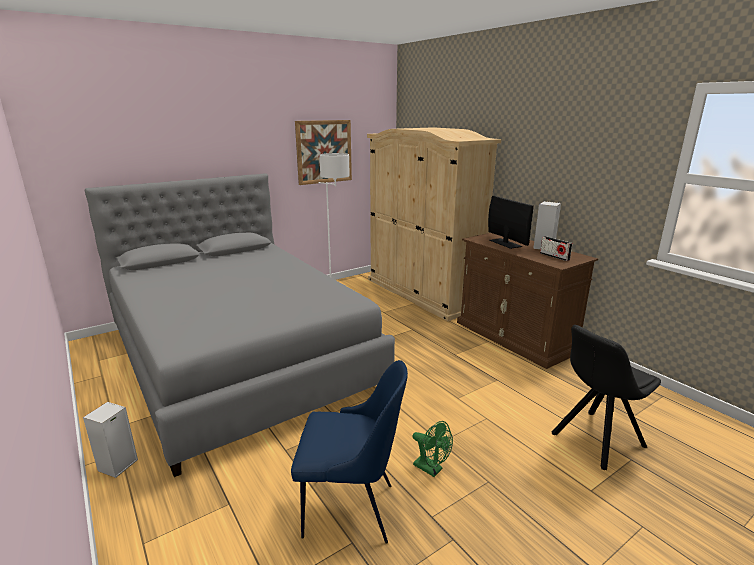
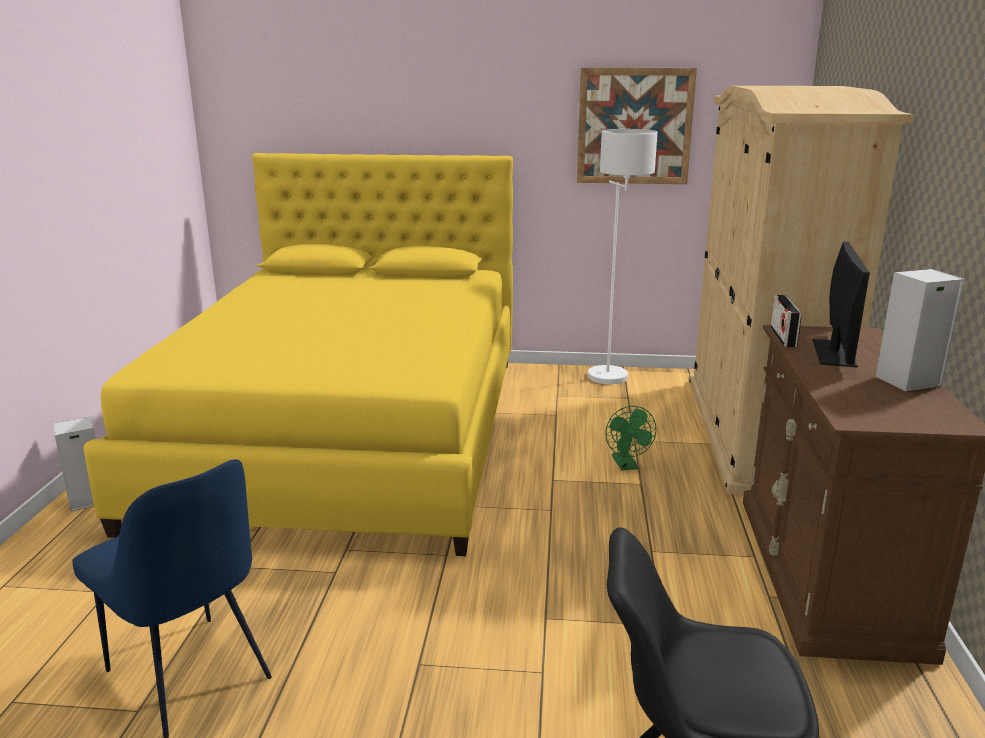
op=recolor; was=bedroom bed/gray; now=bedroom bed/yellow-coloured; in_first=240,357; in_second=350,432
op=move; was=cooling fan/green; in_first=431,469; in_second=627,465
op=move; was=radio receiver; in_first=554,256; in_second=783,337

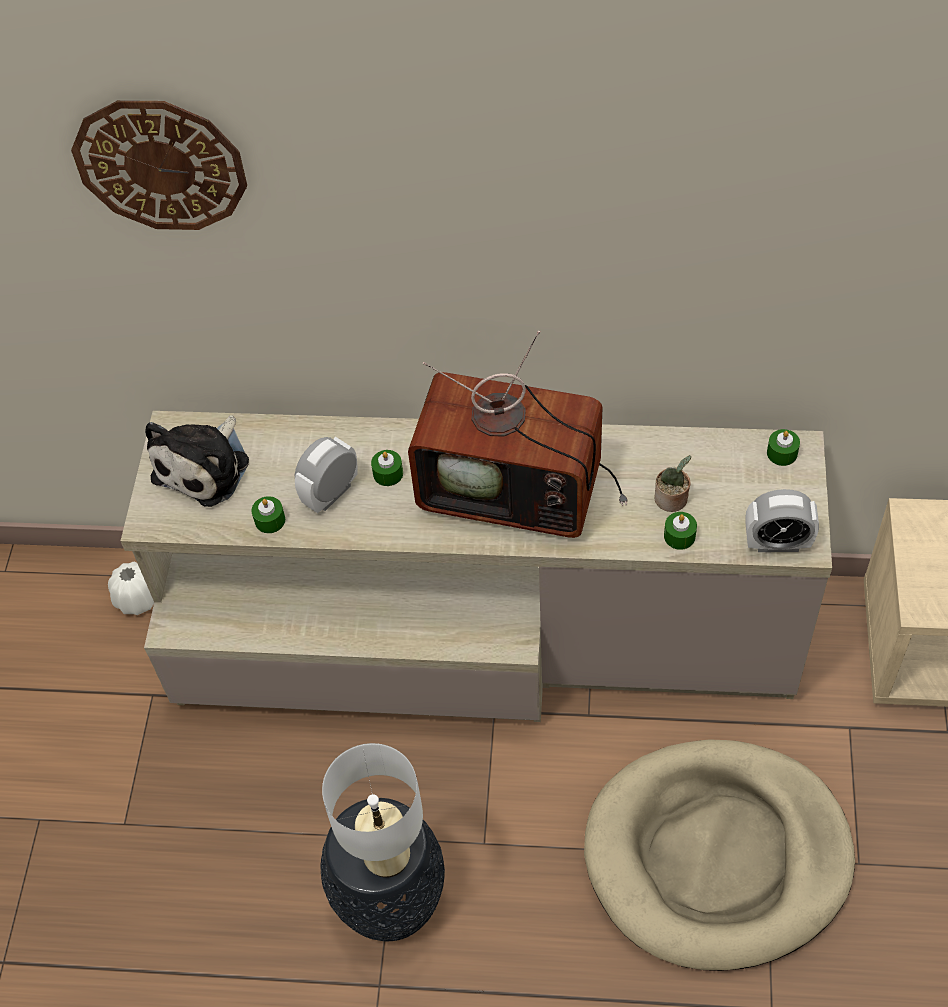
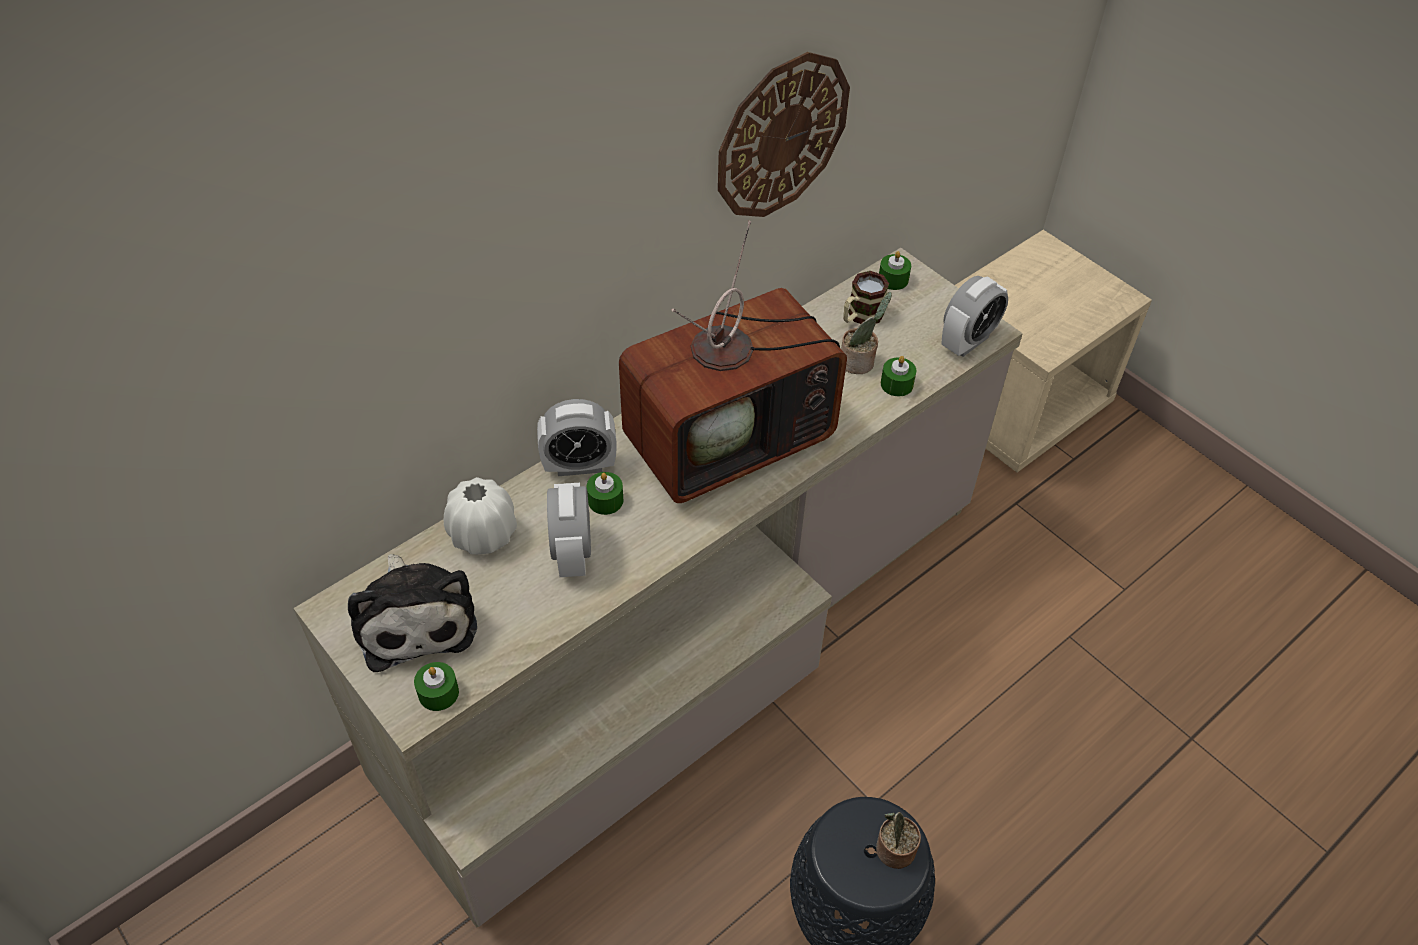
op=move; was=candle/green; in_first=270,520; in_second=438,693
op=move; was=decorative vase/whitish; in_first=138,599; in_second=483,534
op=insert; now=table clock; in_second=579,465
op=move; was=wall clock; in_first=160,165; in_second=781,136
op=insert; now=mug; in_second=860,317
op=replace; was=lamp for a table/whitish; now=plant in a pot; in_first=388,856; in_second=893,851
op=delete; was=dog bed/beige; in_first=717,856

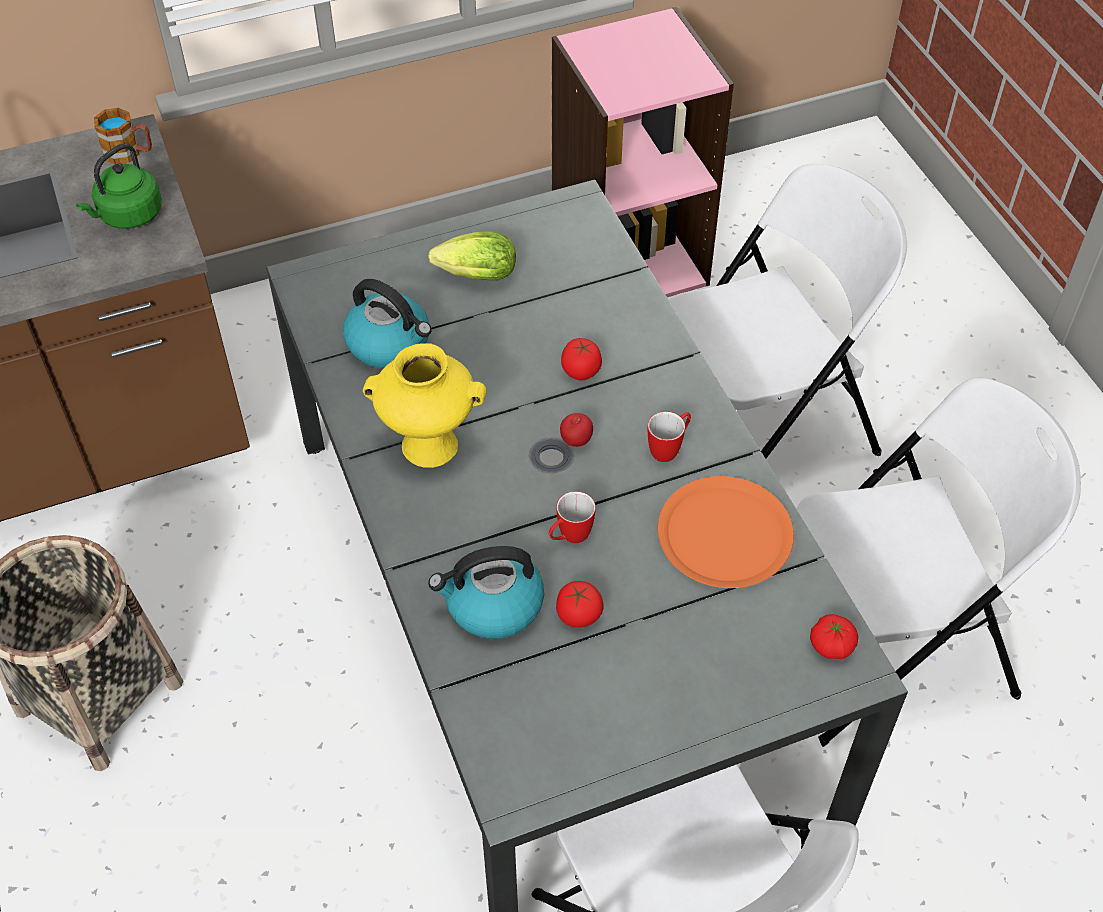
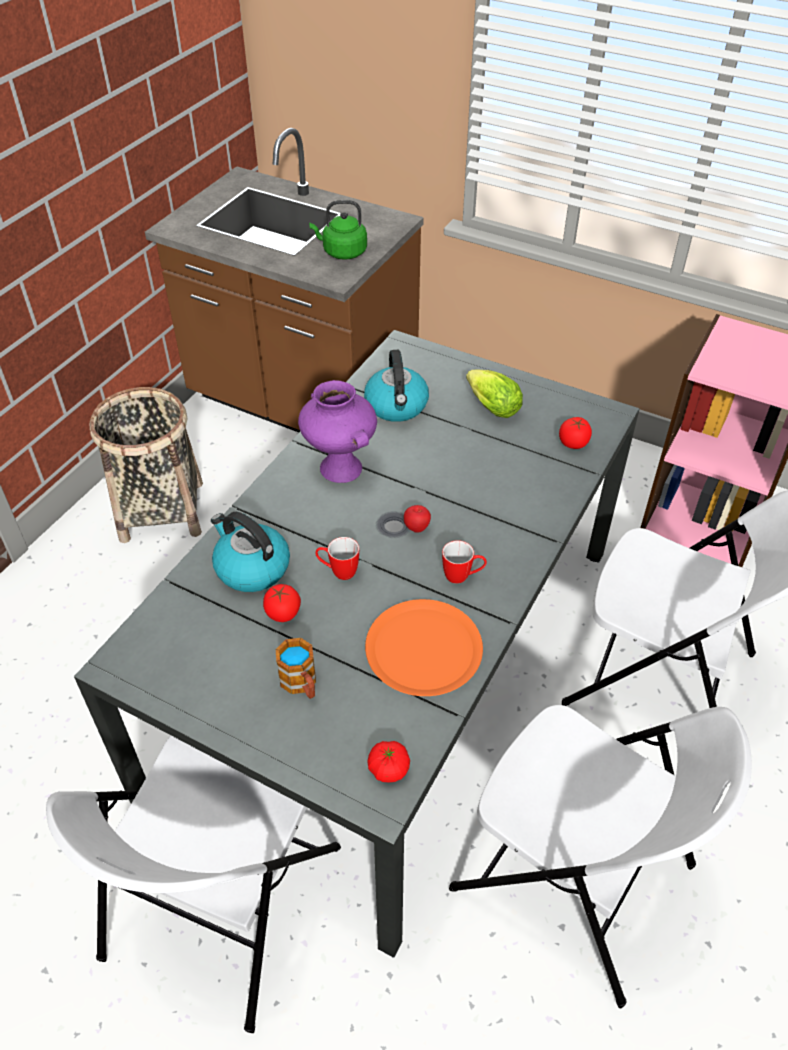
op=move; was=mug; in_first=129,153; in_second=301,684
op=recolor; was=decorative vase/yellow-coloured; now=decorative vase/purplish; in_first=428,447; in_second=339,468
op=move; was=whole tomato; in_first=581,370; in_second=573,443

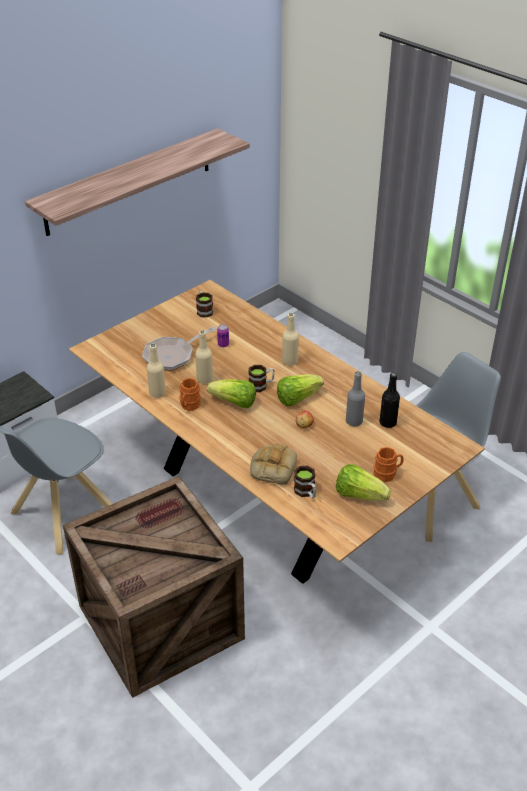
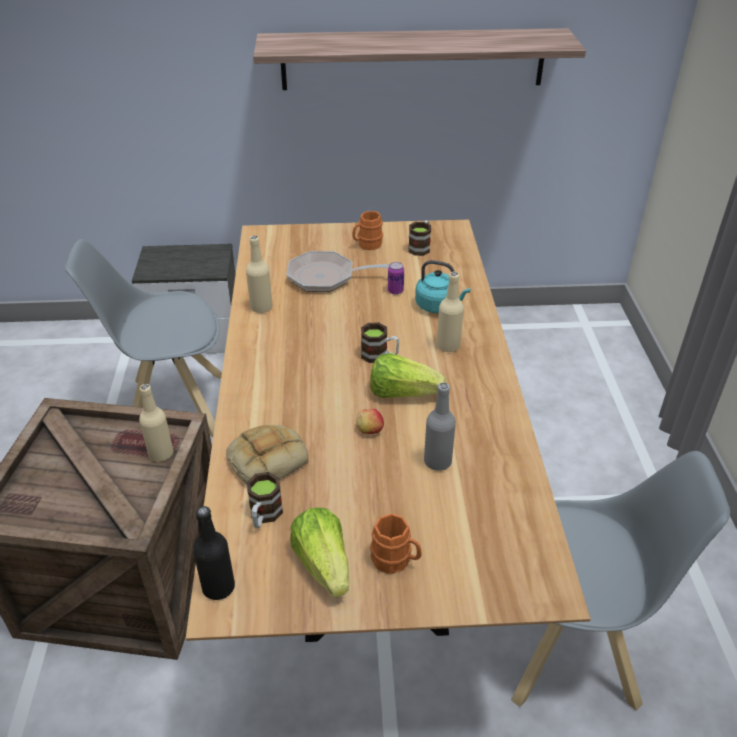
op=move; was=beverage bottle/beige; in_first=205,379; in_second=161,454
op=move; was=beverage bottle/black-coloured; in_first=388,423; in_second=218,587
op=move; was=mug/orange; in_first=189,406; in_second=367,245
op=insert; now=water kettle/turquoise-coloured; in_second=438,306
op=delete; was=lettuce head; in_first=234,403

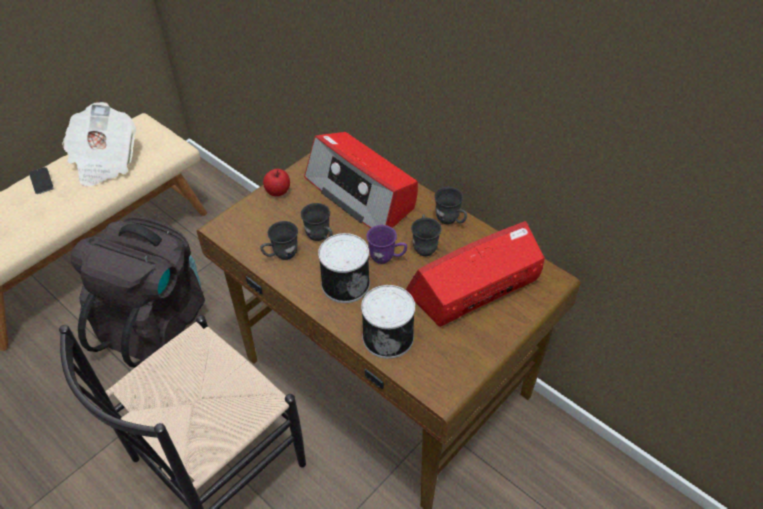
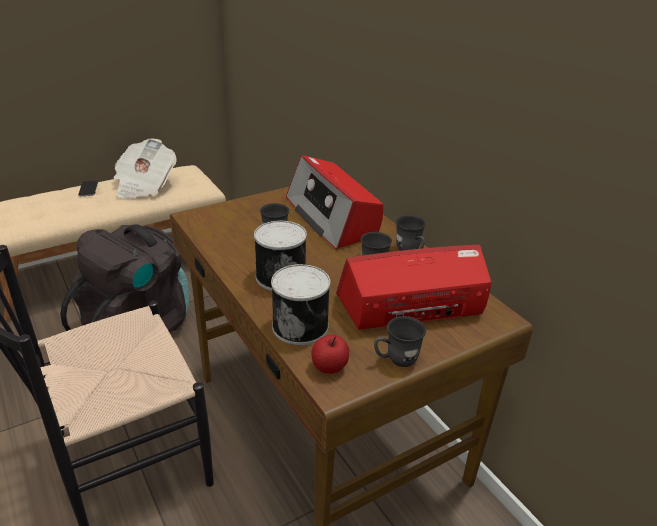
op=move; was=apple fruit; in_first=278,191; in_second=330,367
op=move; was=mug/gray; in_first=281,255; in_second=396,360
op=delete; was=mug/purplish; in_first=387,258

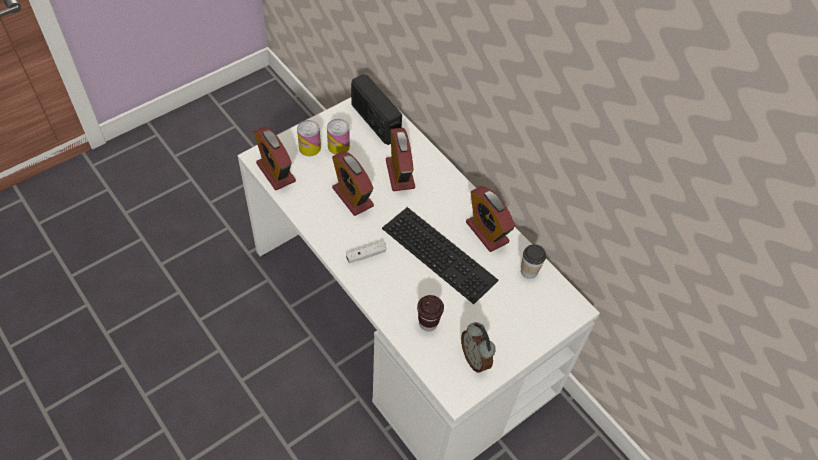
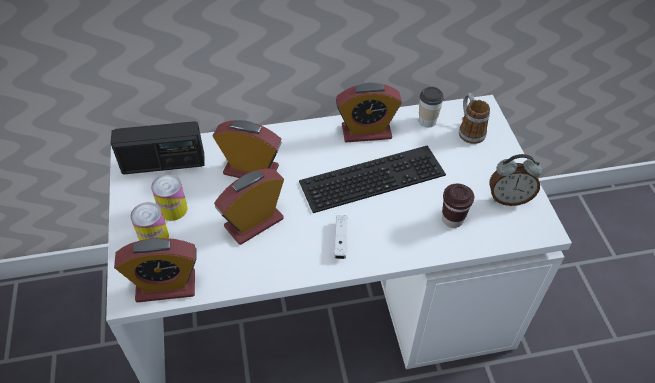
op=rotate; was=table clock; in_first=353,197; in_second=254,223; clockwise=150
op=insert; now=mug; in_second=469,130

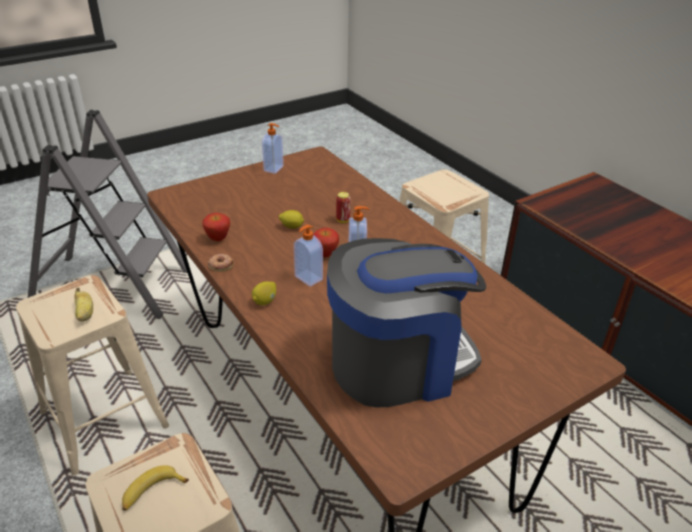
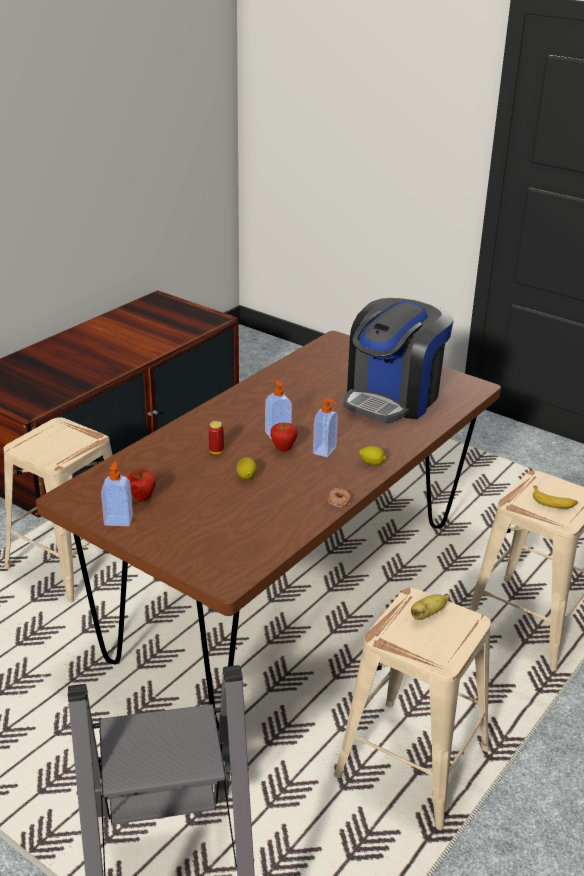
op=move; was=apple fruit; in_first=218,239; in_second=142,498
op=rotate; was=coffee brewer; in_first=399,363; in_second=393,398; clockwise=-105

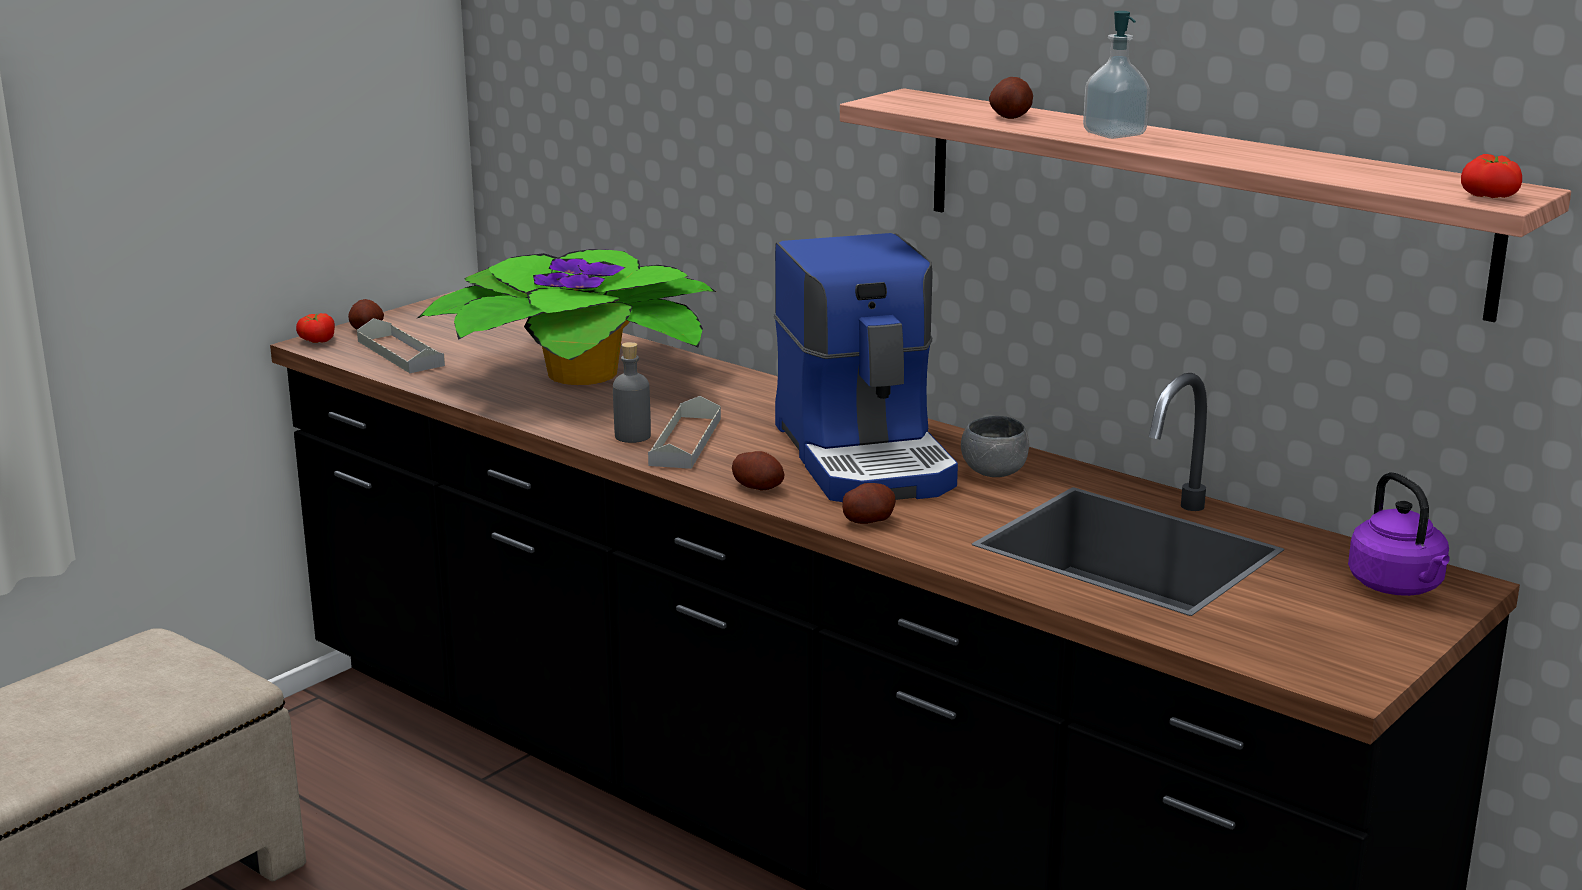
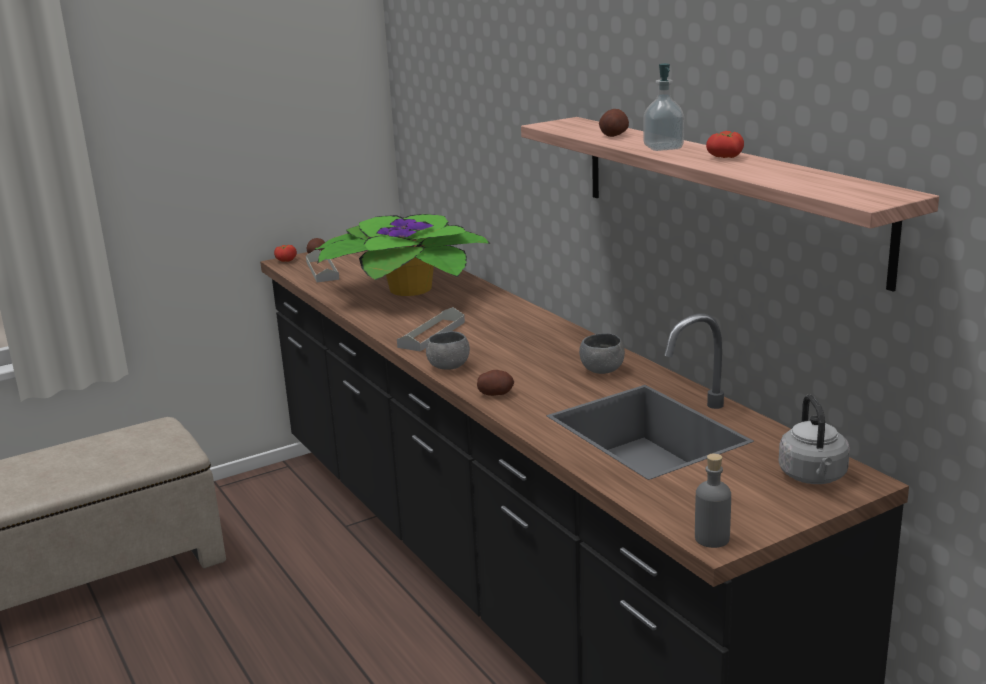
op=replace; was=spud; now=bowl/gray; in_first=758,487; in_second=448,366
op=move; was=beverage bottle/gray; in_first=632,436; in_second=712,538
op=move; was=whole tomato; in_first=1490,197; in_second=726,157
op=recolor; was=water kettle/purplish; now=water kettle/gray; in_first=1398,587; in_second=813,477
op=delete; was=coffee brewer; in_first=867,457

